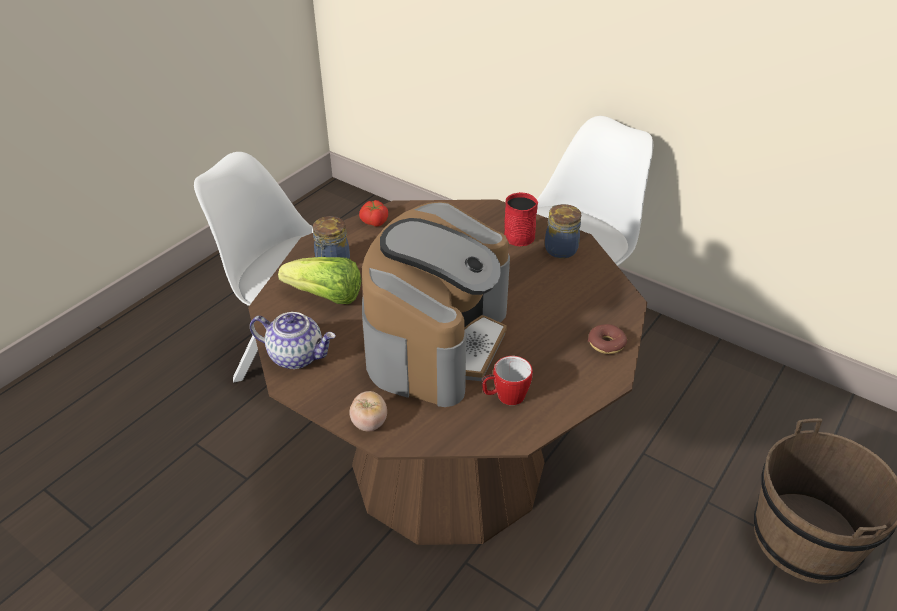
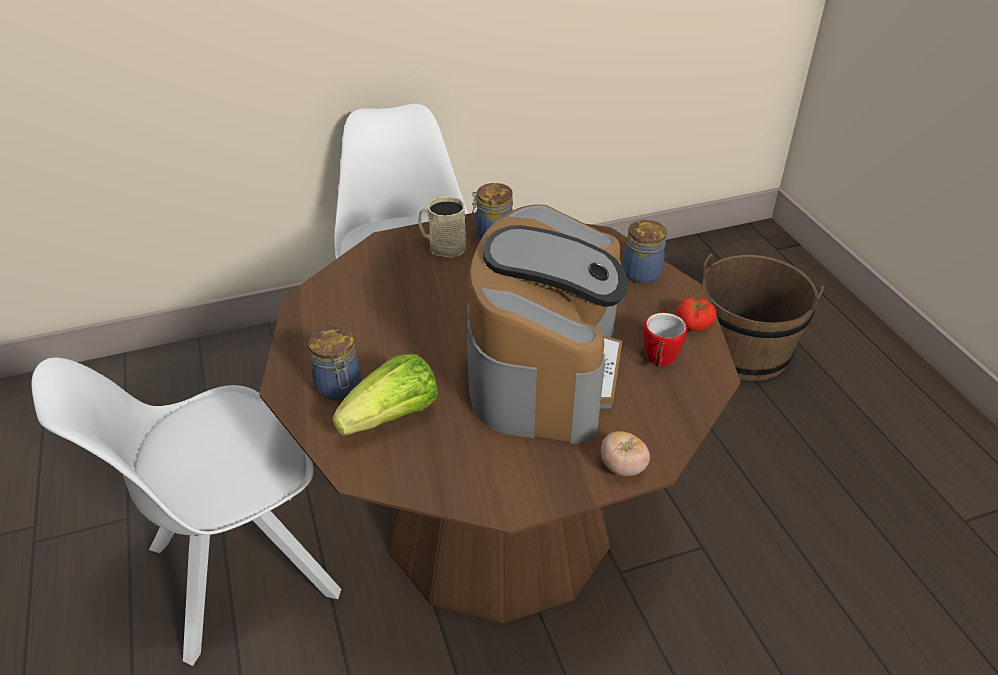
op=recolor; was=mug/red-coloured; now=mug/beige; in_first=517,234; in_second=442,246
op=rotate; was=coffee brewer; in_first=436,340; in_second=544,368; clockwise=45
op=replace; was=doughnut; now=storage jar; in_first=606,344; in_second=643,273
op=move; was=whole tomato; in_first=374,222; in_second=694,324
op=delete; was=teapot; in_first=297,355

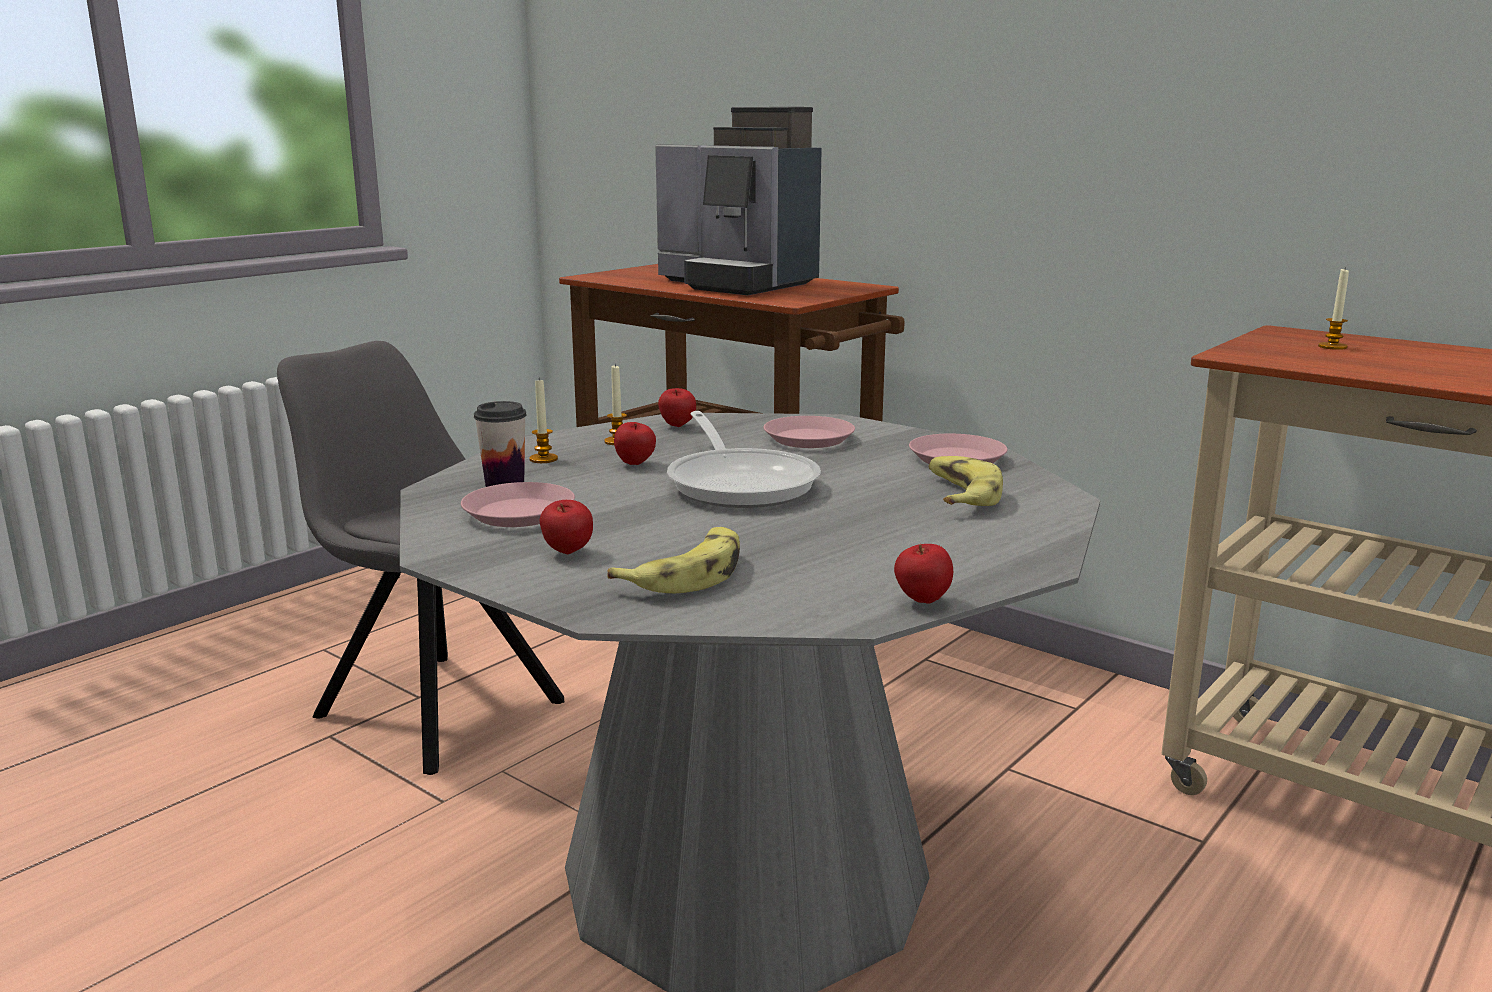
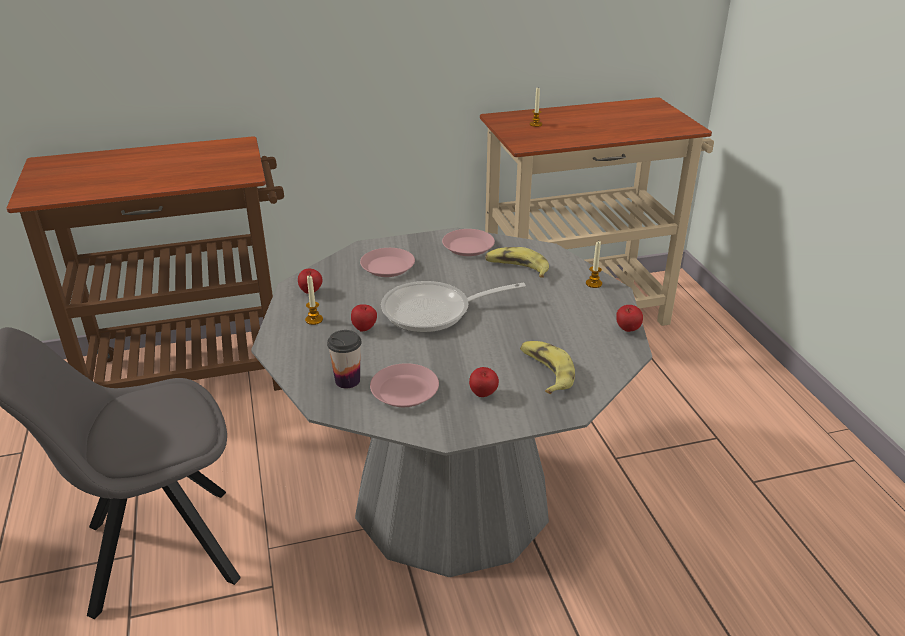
op=rotate; was=skillet; in_first=740,483; in_second=434,312; clockwise=150
op=move; was=candle; in_first=543,459; in_second=593,283
op=delete; was=coffee brewer; in_first=737,284

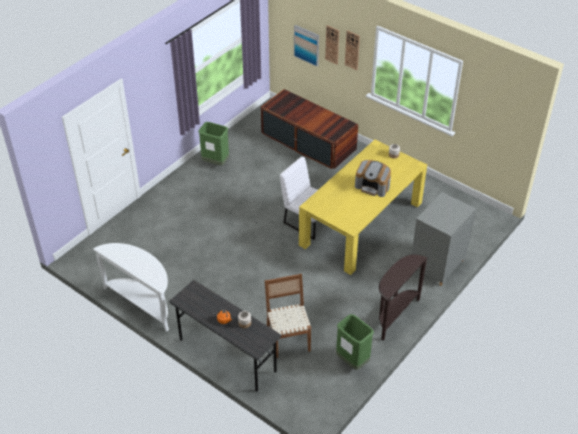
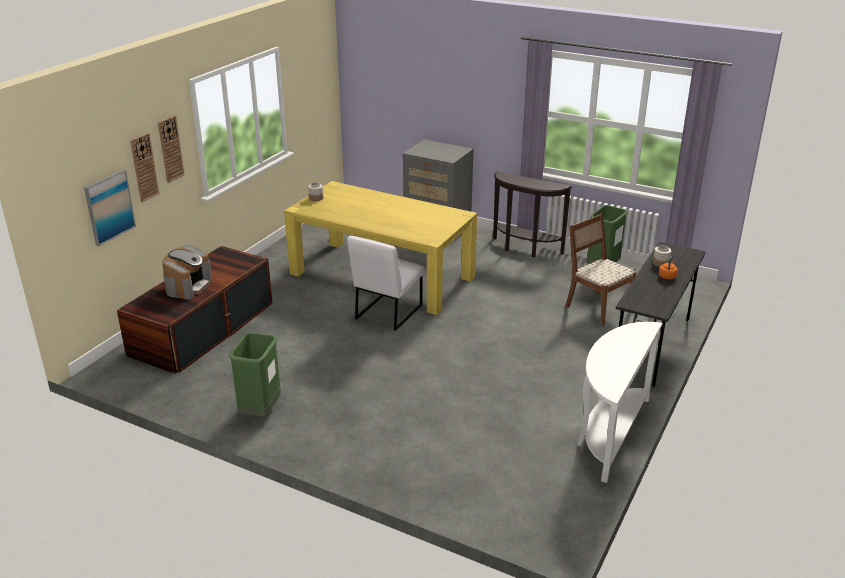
op=move; was=coffee brewer; in_first=373,186; in_second=188,286
op=rotate; was=chair; in_first=288,338; in_second=596,308; clockwise=75

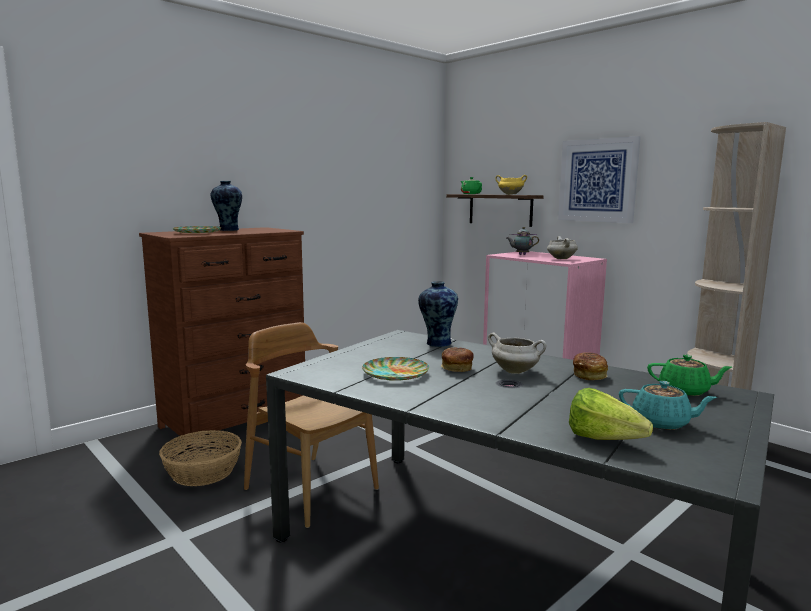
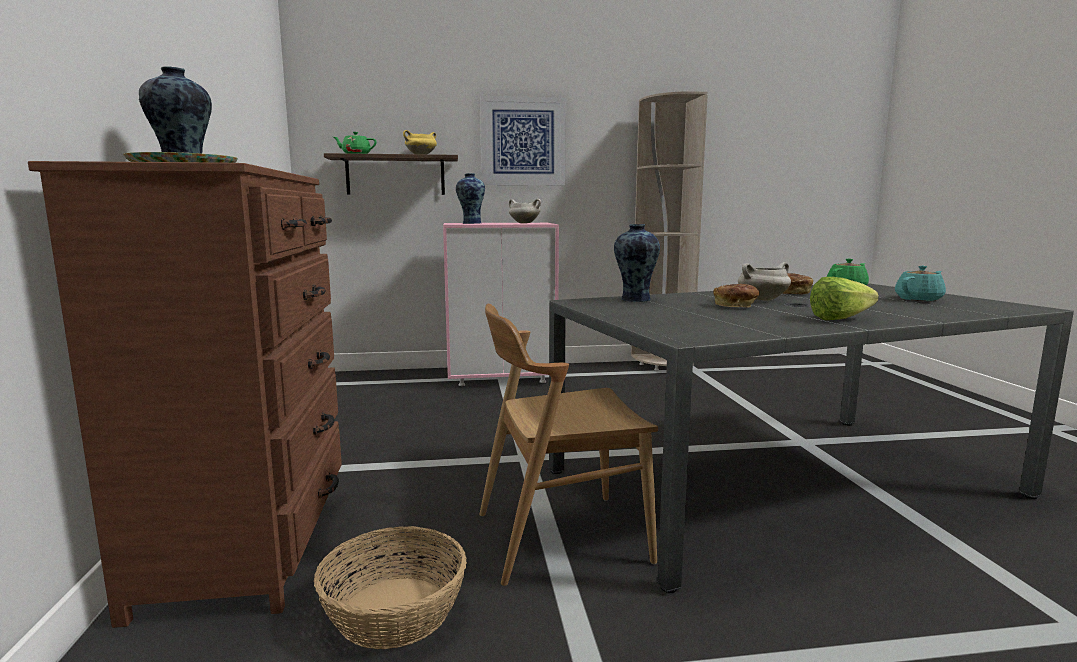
op=replace; was=teapot; now=decorative vase; in_first=521,254; in_second=471,223
op=move; was=lettuce head; in_first=609,441; in_second=846,319
op=delete; was=dinner plate; in_first=395,373

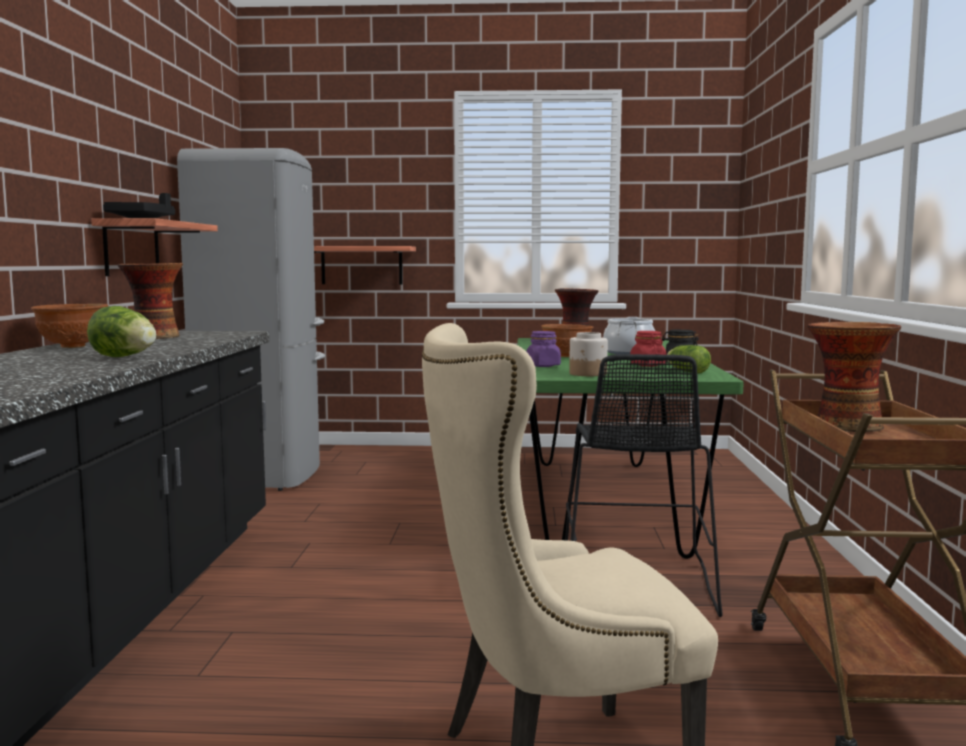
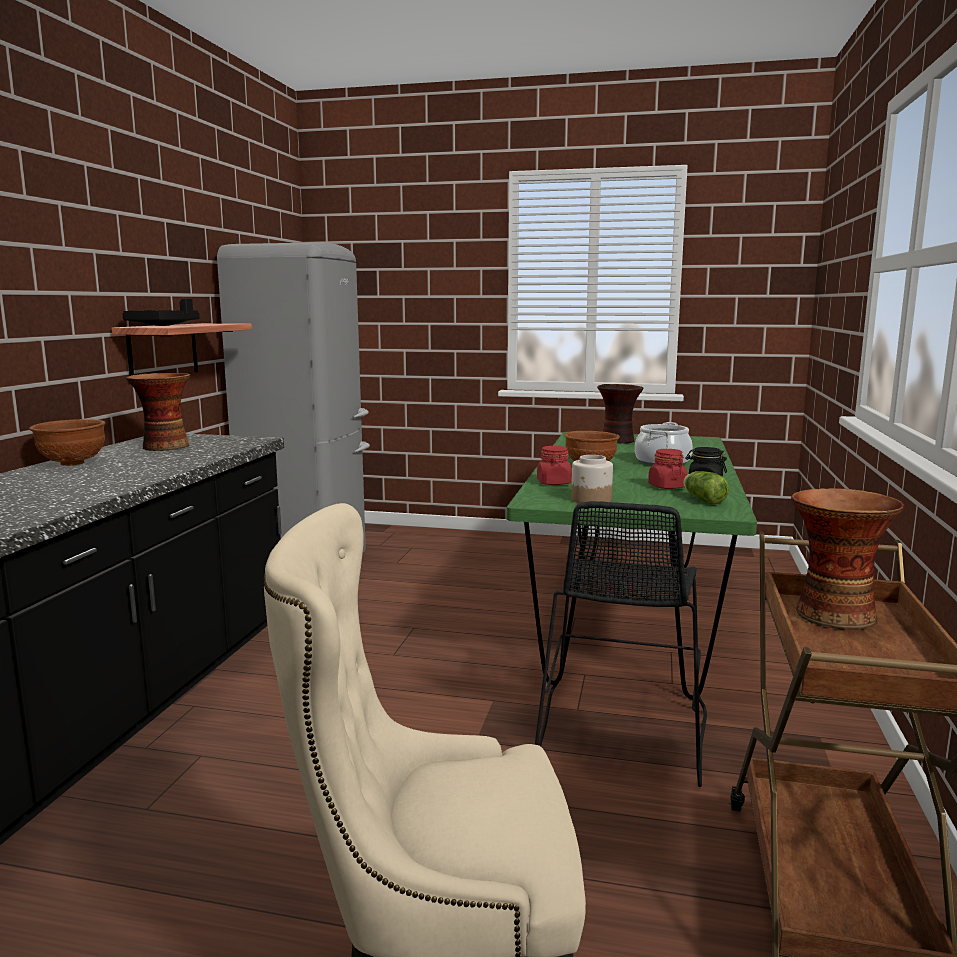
op=recolor; was=storage jar/purplish; now=storage jar/red-coloured; in_first=543,366; in_second=554,483
op=delete; was=lettuce head; in_first=125,357
op=delete; was=bracket shelf; in_first=361,265

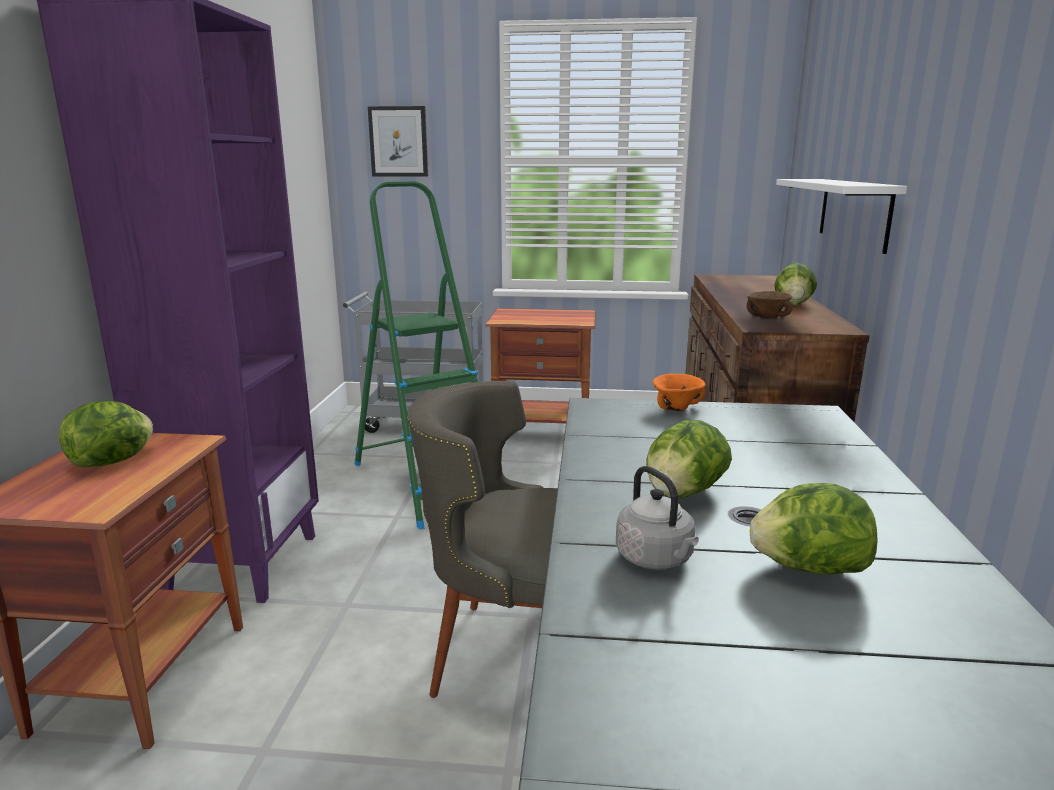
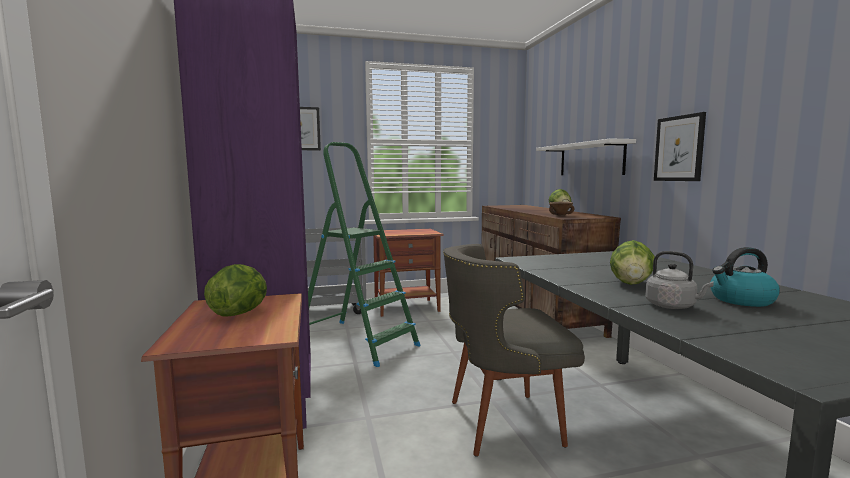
op=insert; now=wall picture; in_second=679,148
op=replace; was=lettuce head; now=water kettle; in_first=808,568; in_second=741,300
op=delete; was=bowl/orange; in_first=677,408

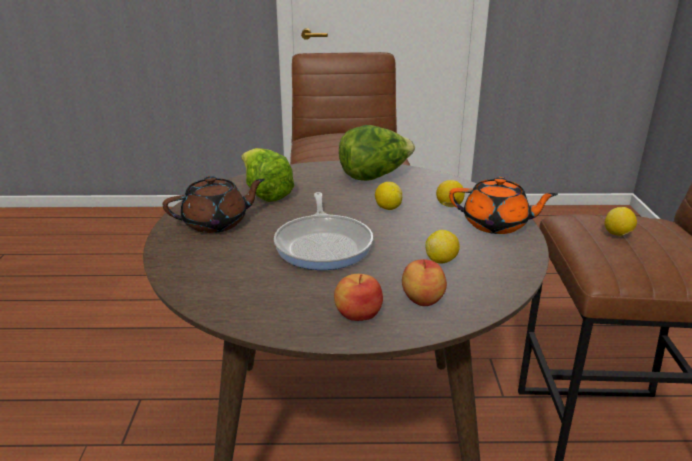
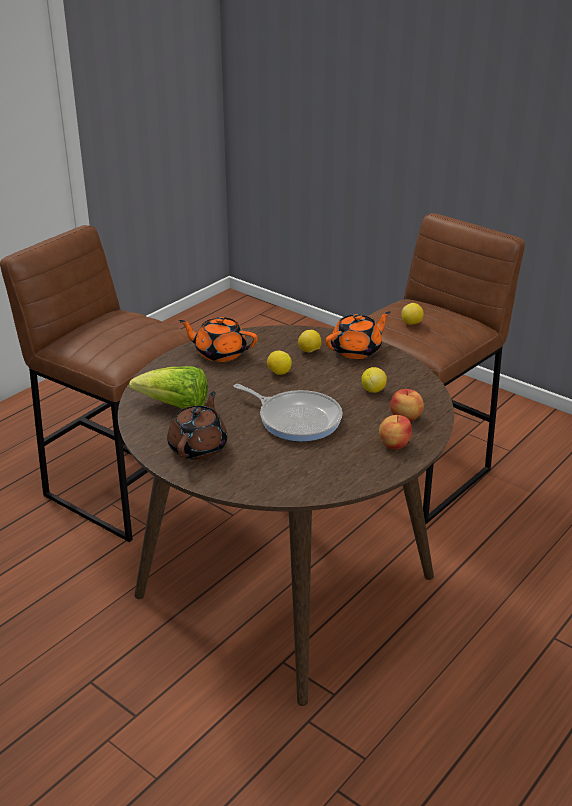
op=replace; was=lettuce head; now=teapot/orange; in_first=374,176; in_second=220,353

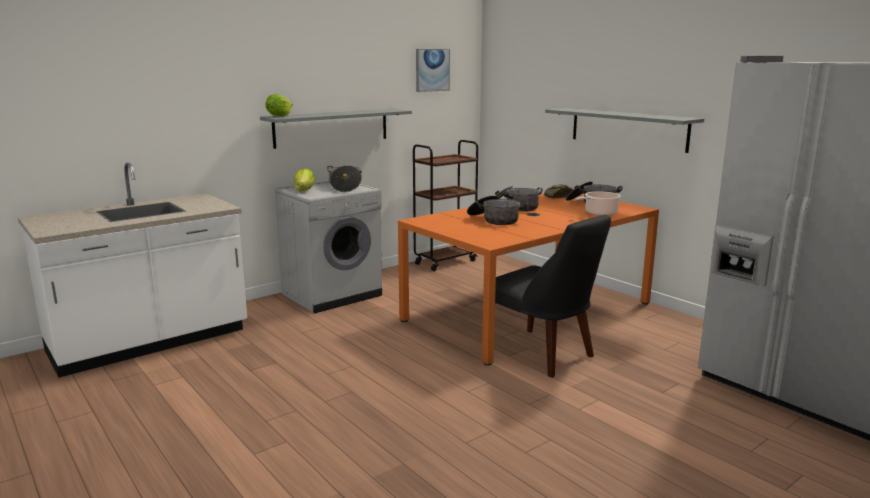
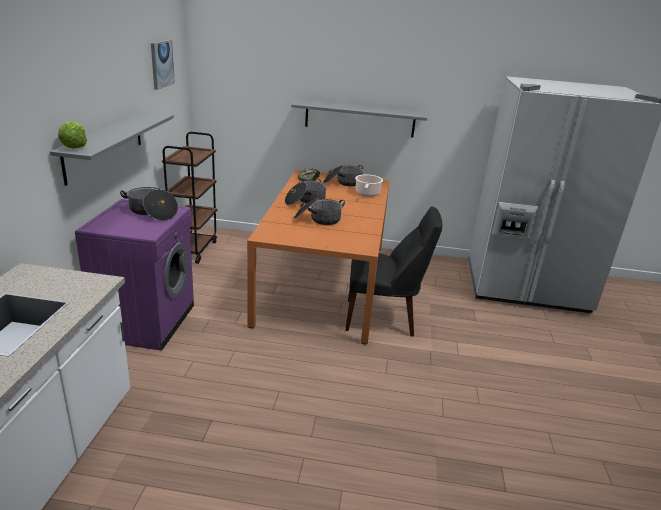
op=recolor; was=washing machine/whitish; now=washing machine/purplish; in_first=333,295; in_second=148,322
op=delete; was=lettuce head; in_first=304,190

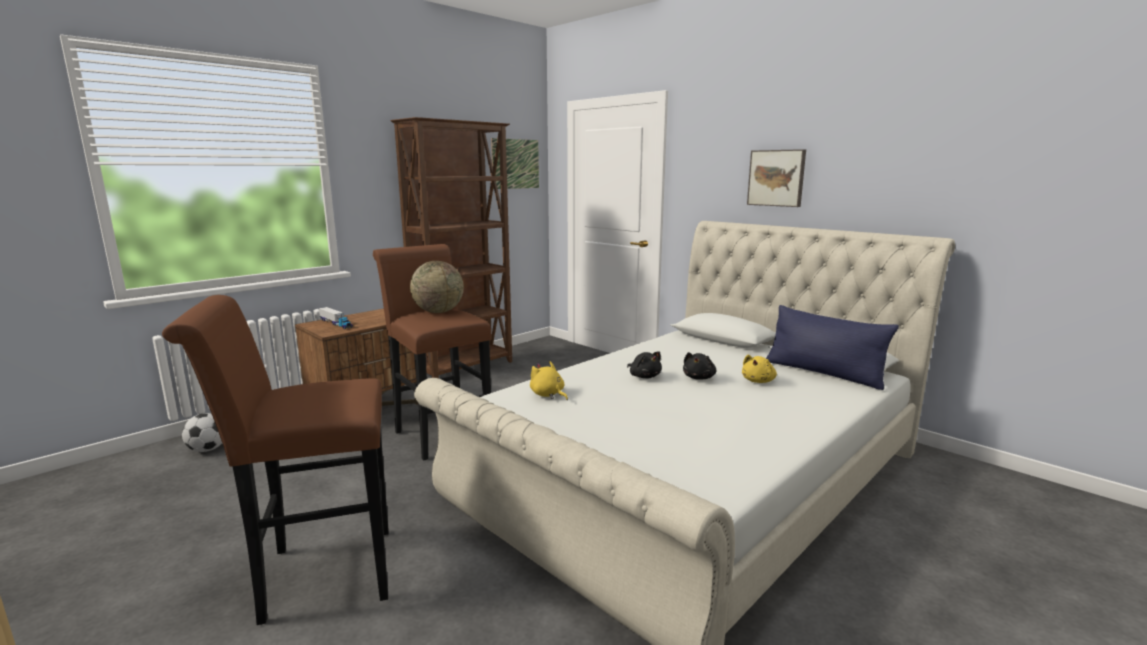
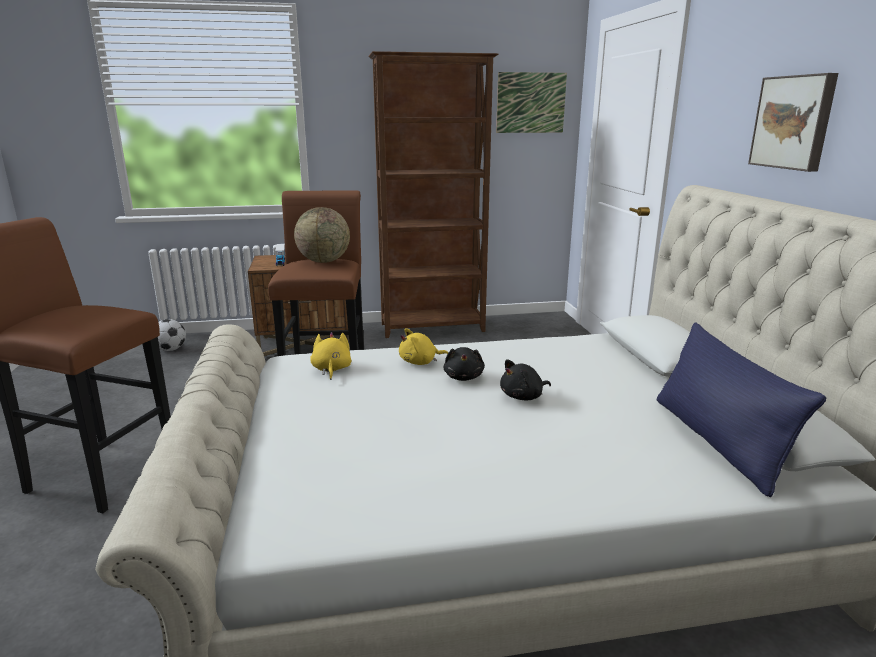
op=move; was=plush toy/yellow-coloured; in_first=758,381; in_second=420,362

